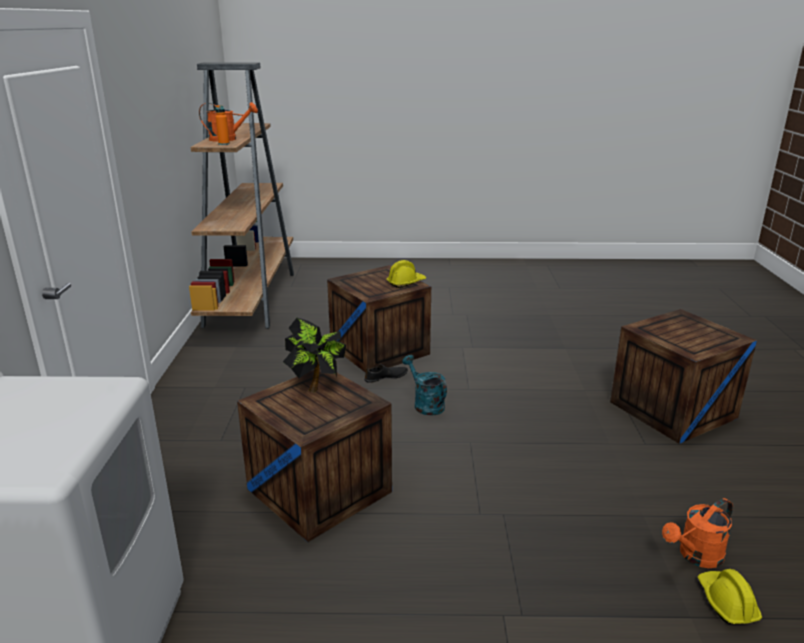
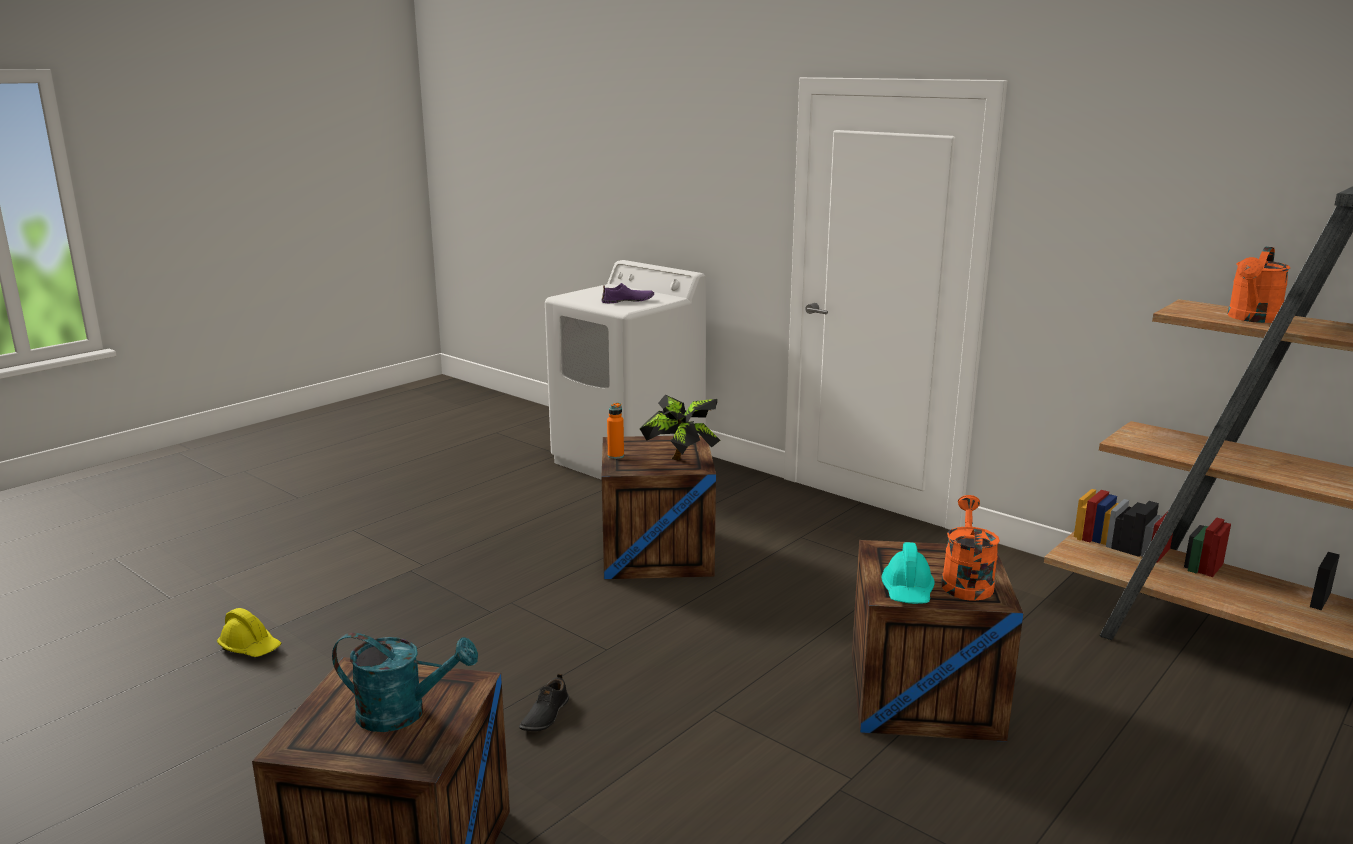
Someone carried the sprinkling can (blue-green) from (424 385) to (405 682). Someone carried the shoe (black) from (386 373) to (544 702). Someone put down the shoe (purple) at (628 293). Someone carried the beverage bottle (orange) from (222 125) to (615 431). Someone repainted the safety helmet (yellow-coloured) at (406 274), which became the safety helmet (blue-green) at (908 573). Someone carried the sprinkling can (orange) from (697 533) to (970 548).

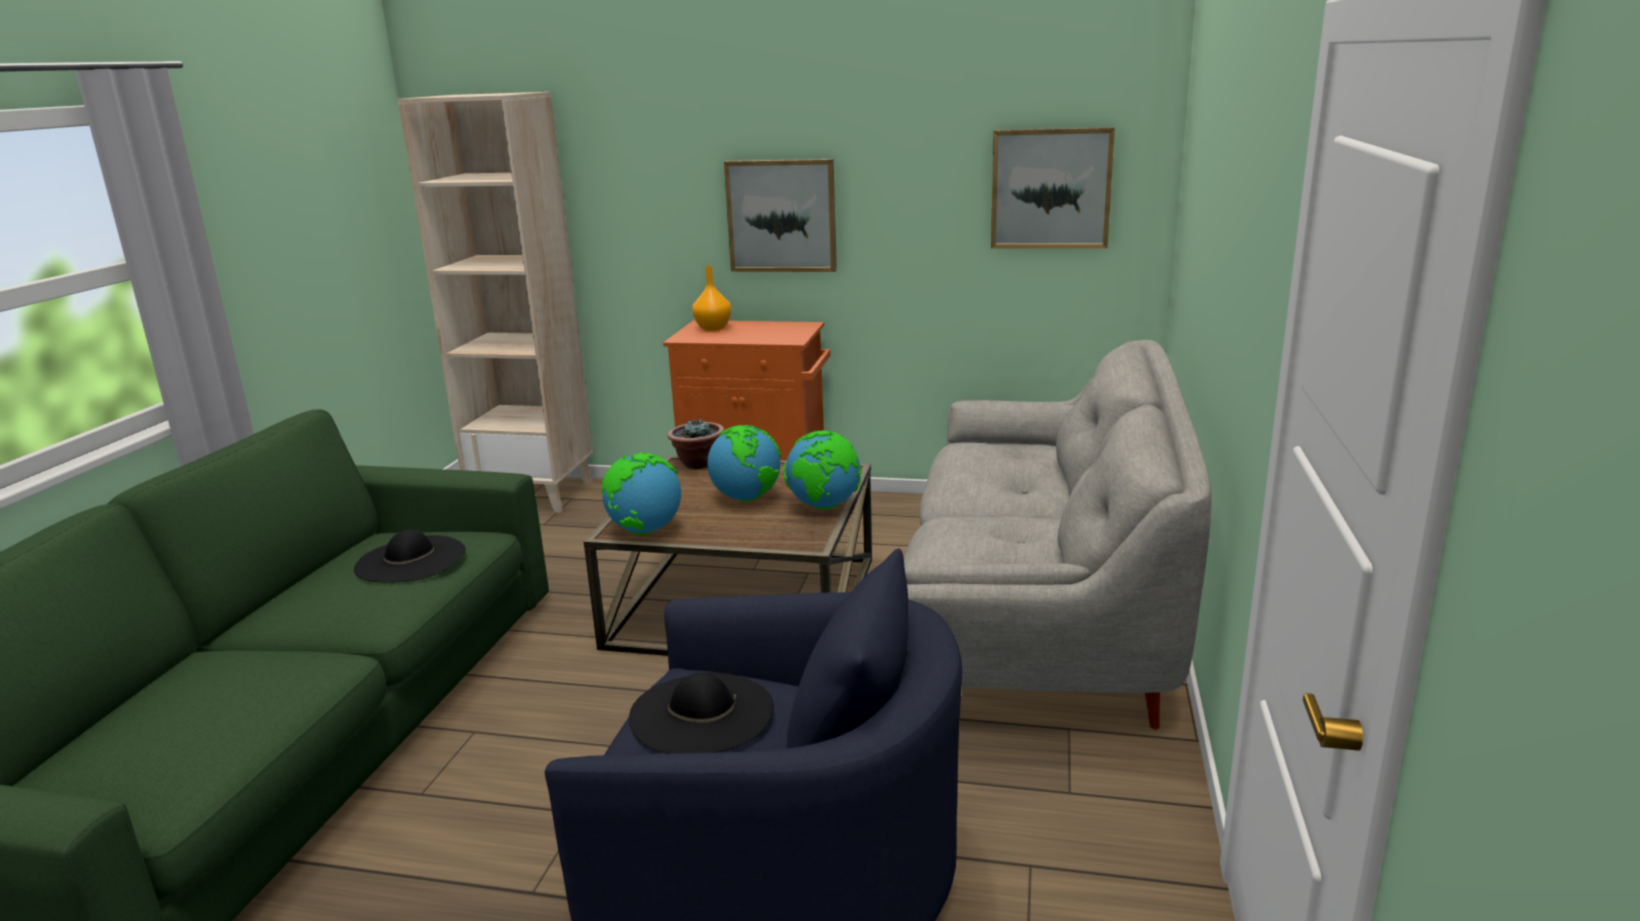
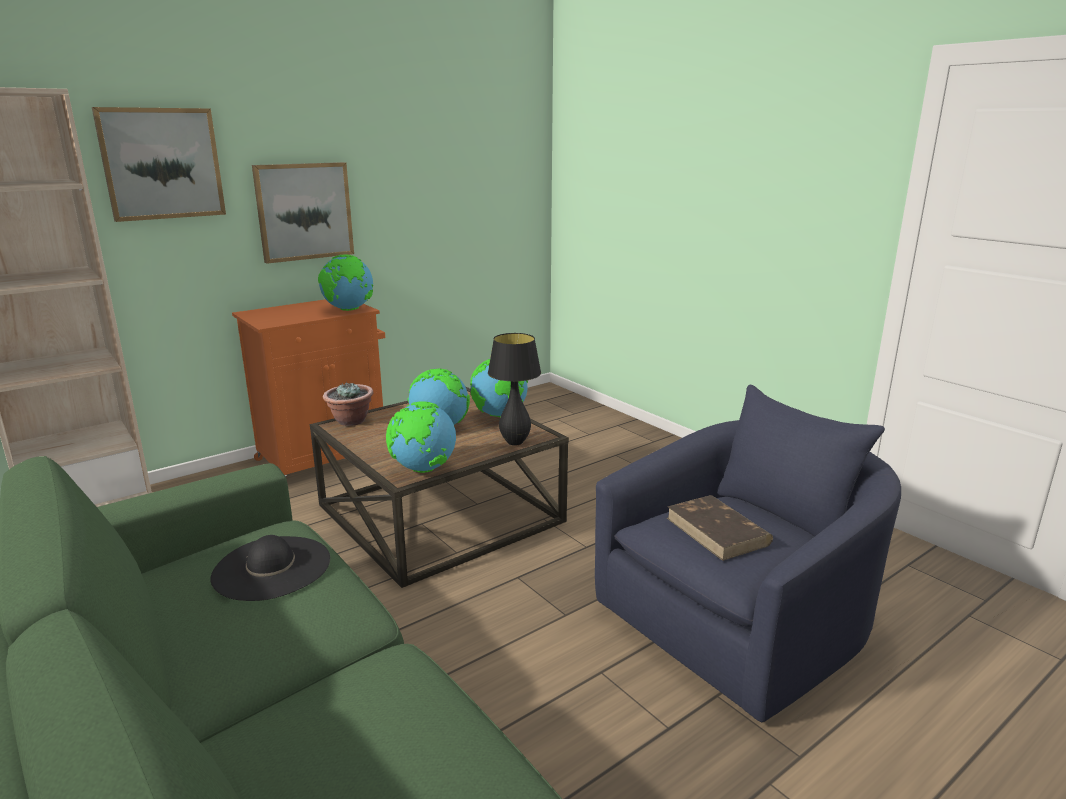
Someone carried the picture from (1053 188) to (159 164). Someone put down the globe at (346 283). Someone put down the tabletop lamp (black) at (514 389). Someone swapped the hat (black) at (701 713) for the volume (brownish) at (720 528). Someone took away the decorative vase (orange) at (711 298). Someone took away the couch (grey) at (1058 534).

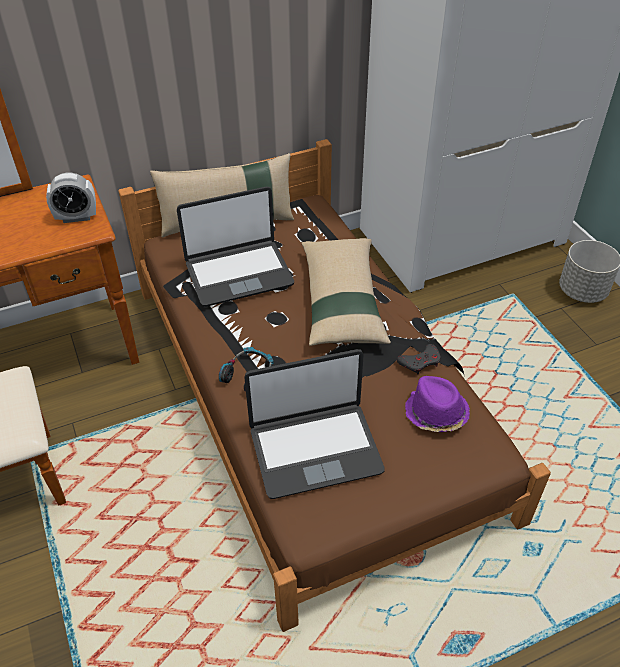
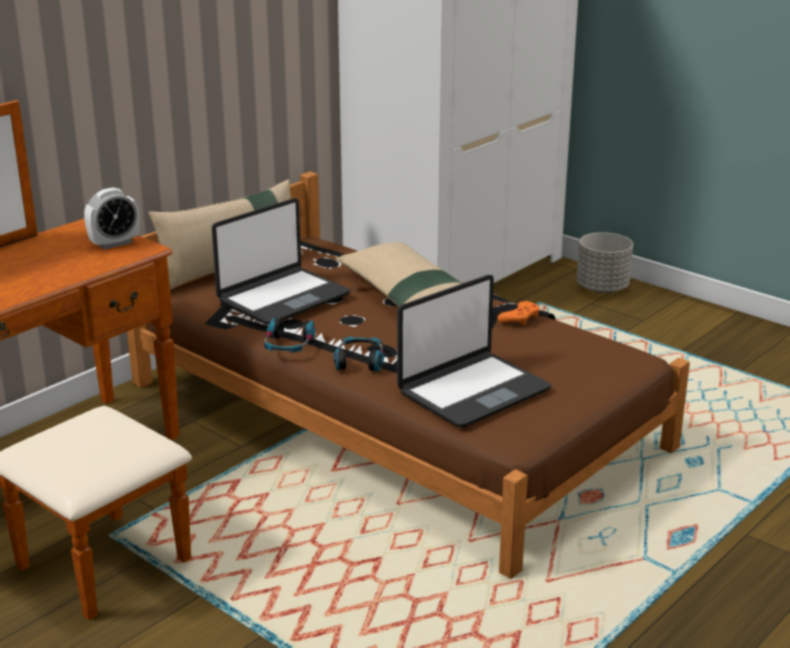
Someone put down the pair of headphones at (289 335). Someone repainted the gamepad (grey) at (419 359), which became the gamepad (orange) at (518 313). Someone took away the hat (purple) at (437 404).

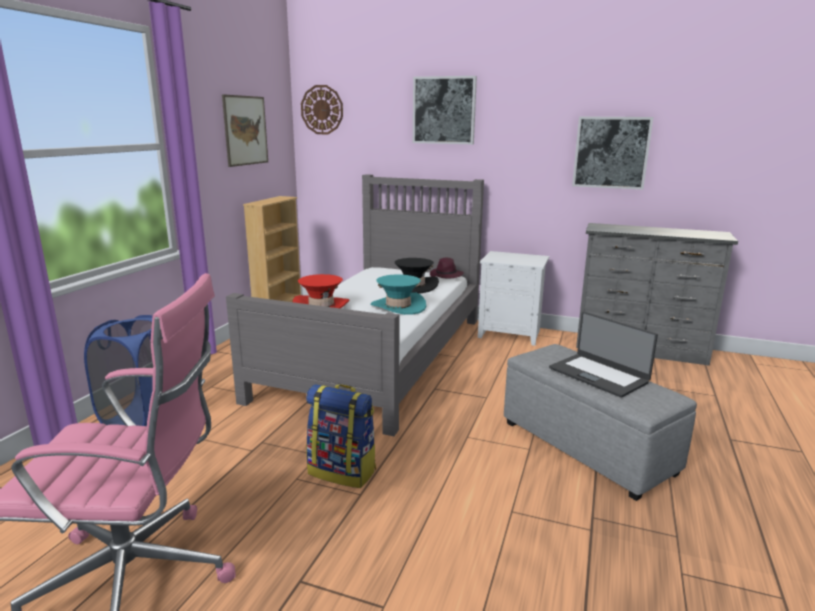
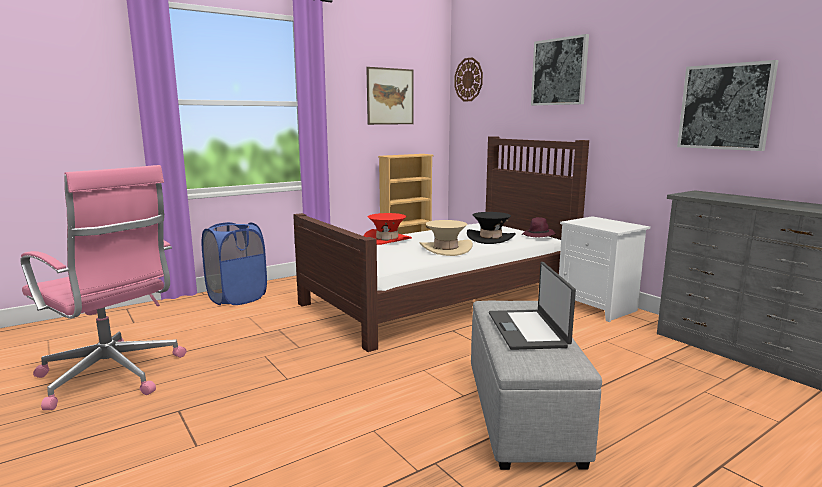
Someone repainted the sleeping bed (grey) at (355 305), which became the sleeping bed (brownish) at (441 244). Someone repainted the hat (blue-green) at (398 294), which became the hat (sand-coloured) at (446 238). Someone took away the rucksack at (341 436).

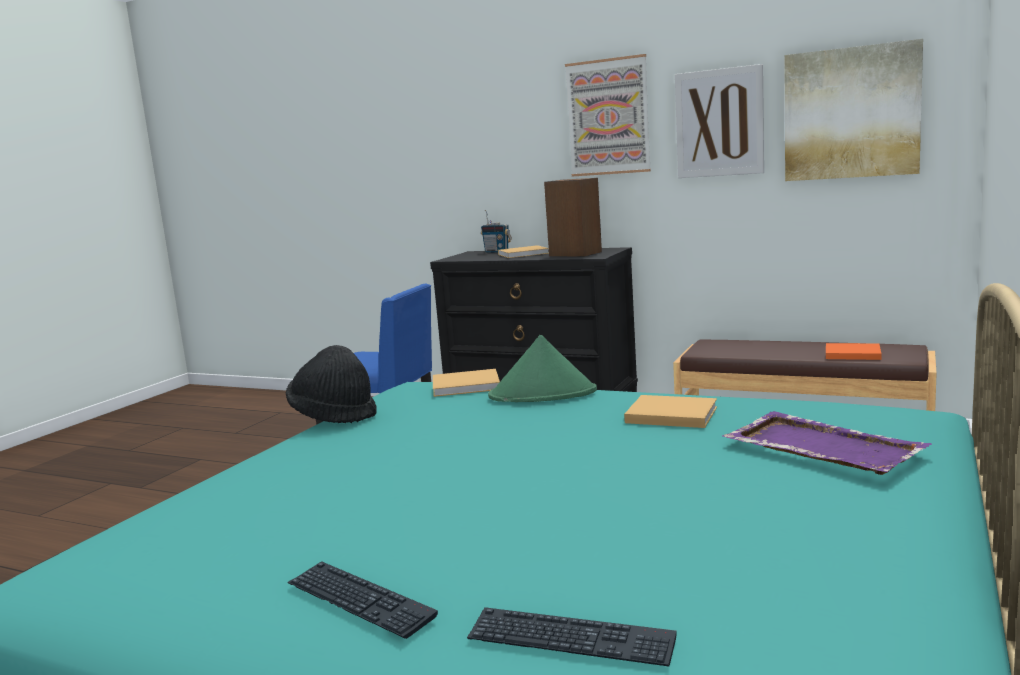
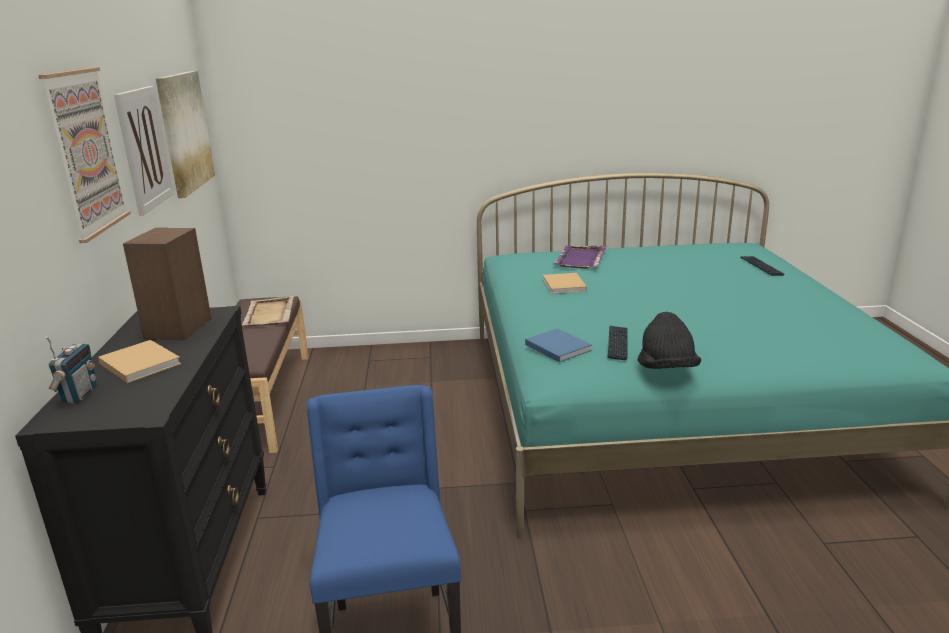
Someone swapped the volume (orange) at (854 351) for the serving tray (sand-coloured) at (268 311). Someone repainted the volume (sand-coloured) at (466 383), which became the volume (blue-coloured) at (558 345). Someone carried the PC keyboard from (363 600) to (618 343). Someone took away the hat (green-coloured) at (542 368).

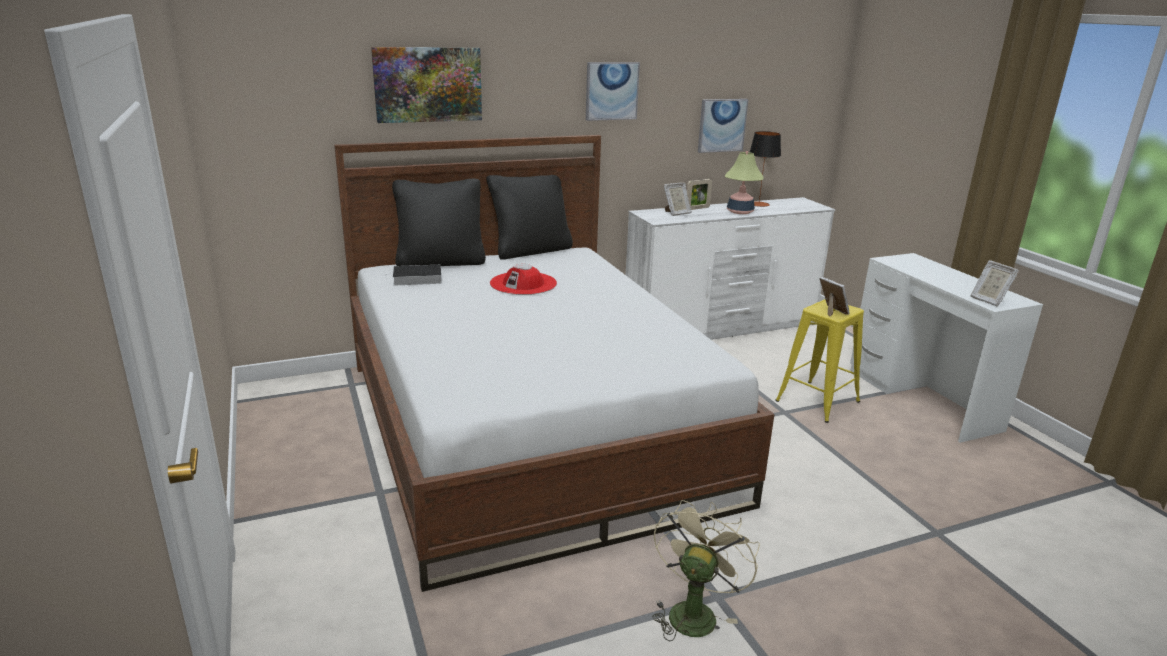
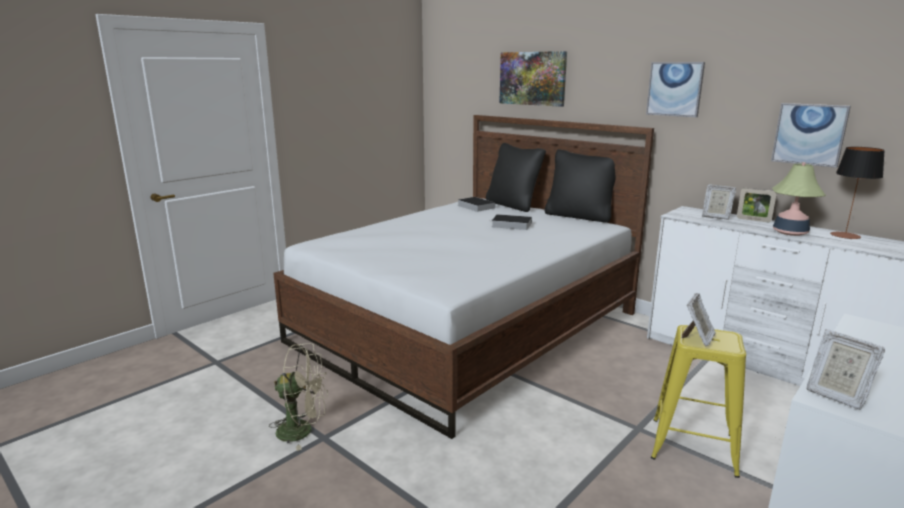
Someone swapped the hat (red) at (523 279) for the volume at (510 222). Someone rotated the photo frame at (995 283) by 75 degrees counterclockwise.

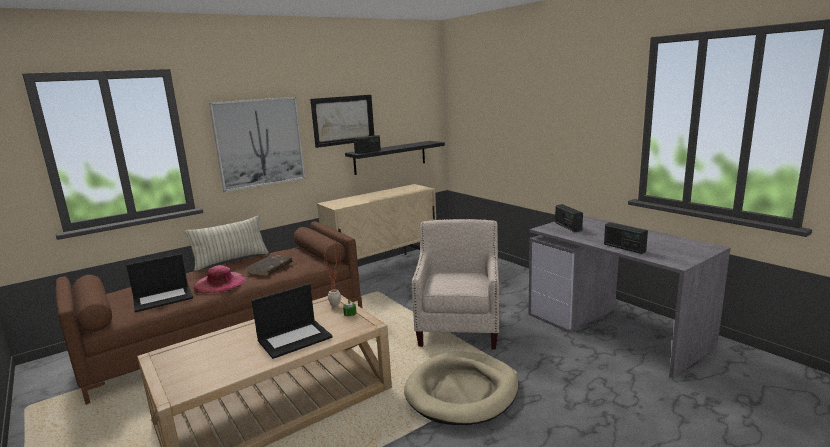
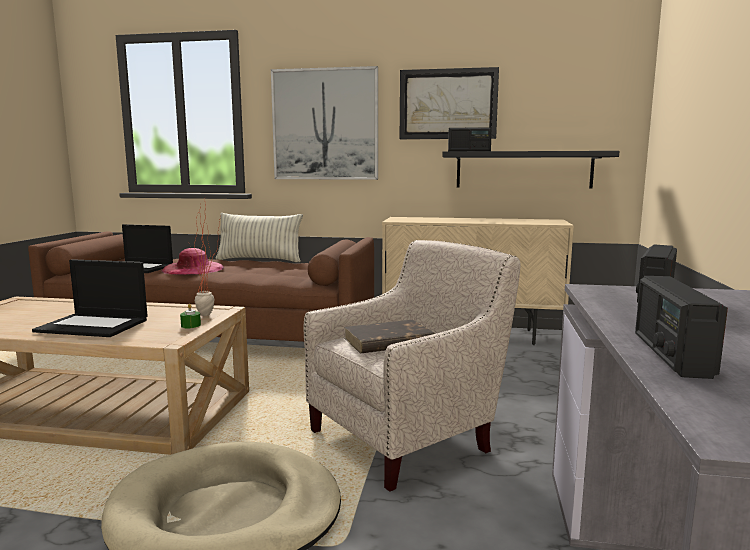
Someone carried the volume (brownish) from (269 265) to (389 336).

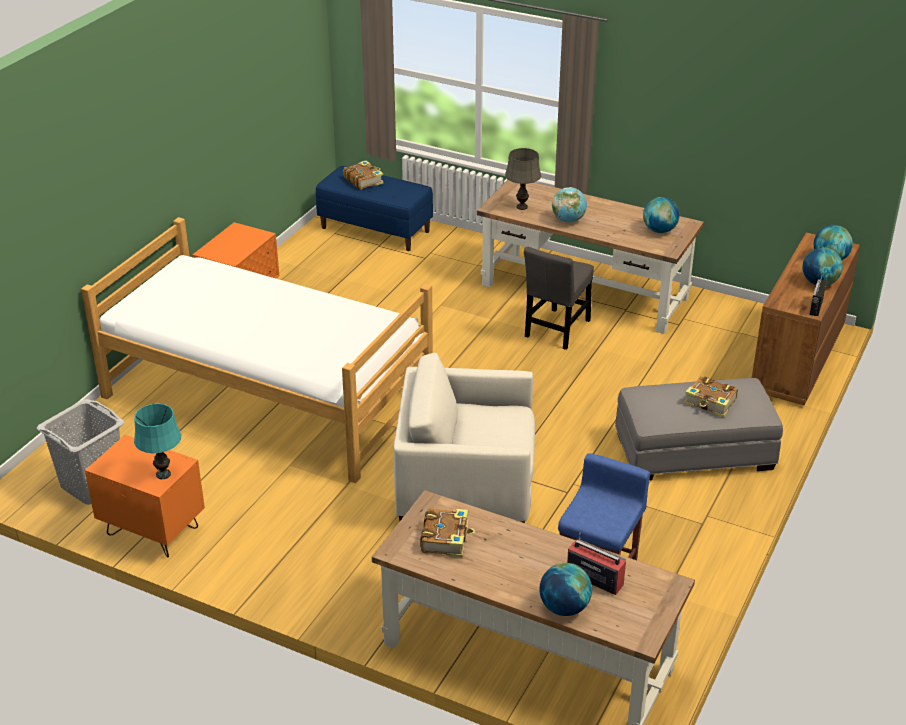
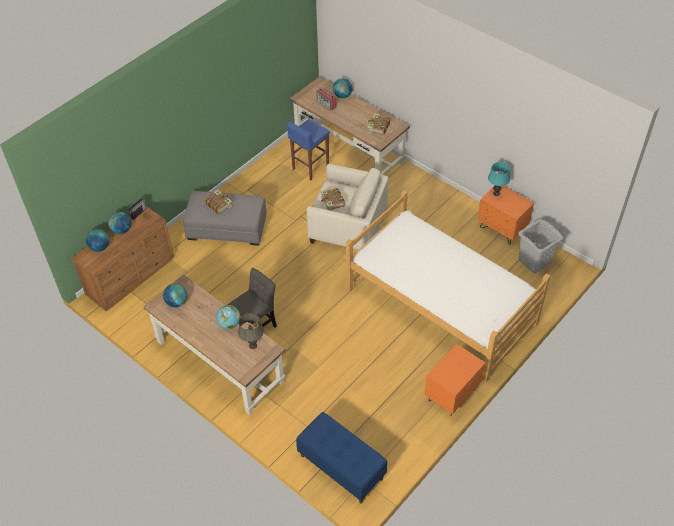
Someone carried the volume from (364 174) to (332 199).

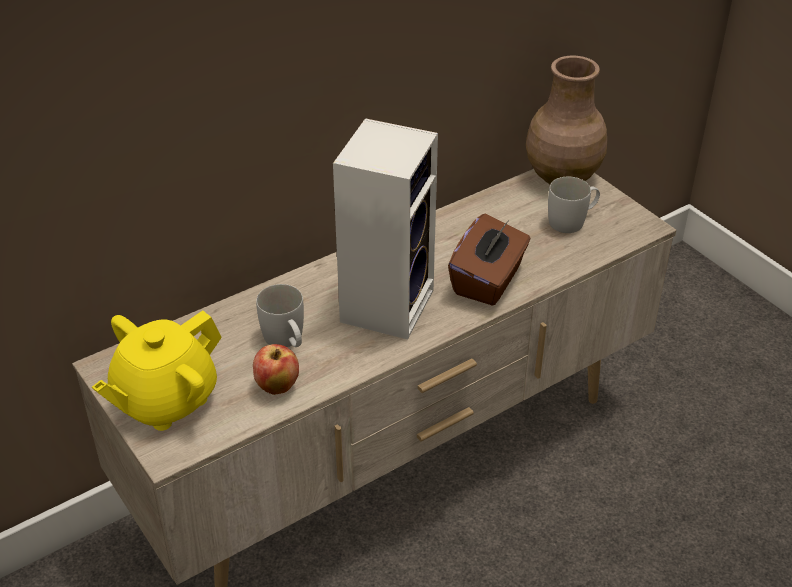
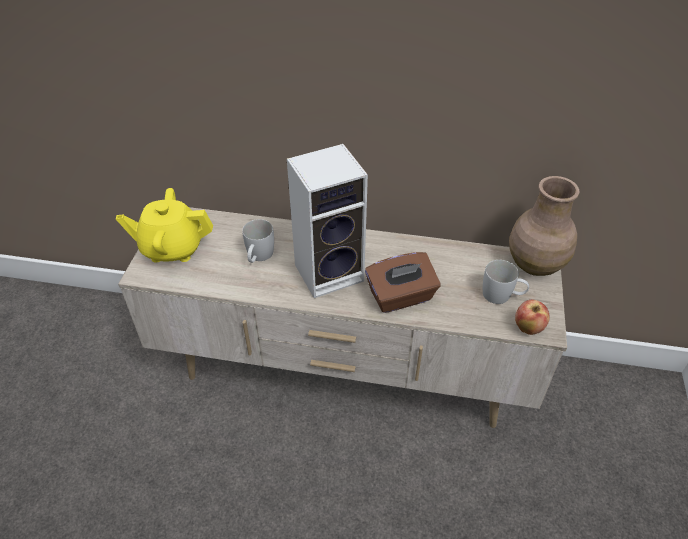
Someone carried the whole apple from (276 369) to (532 317).

